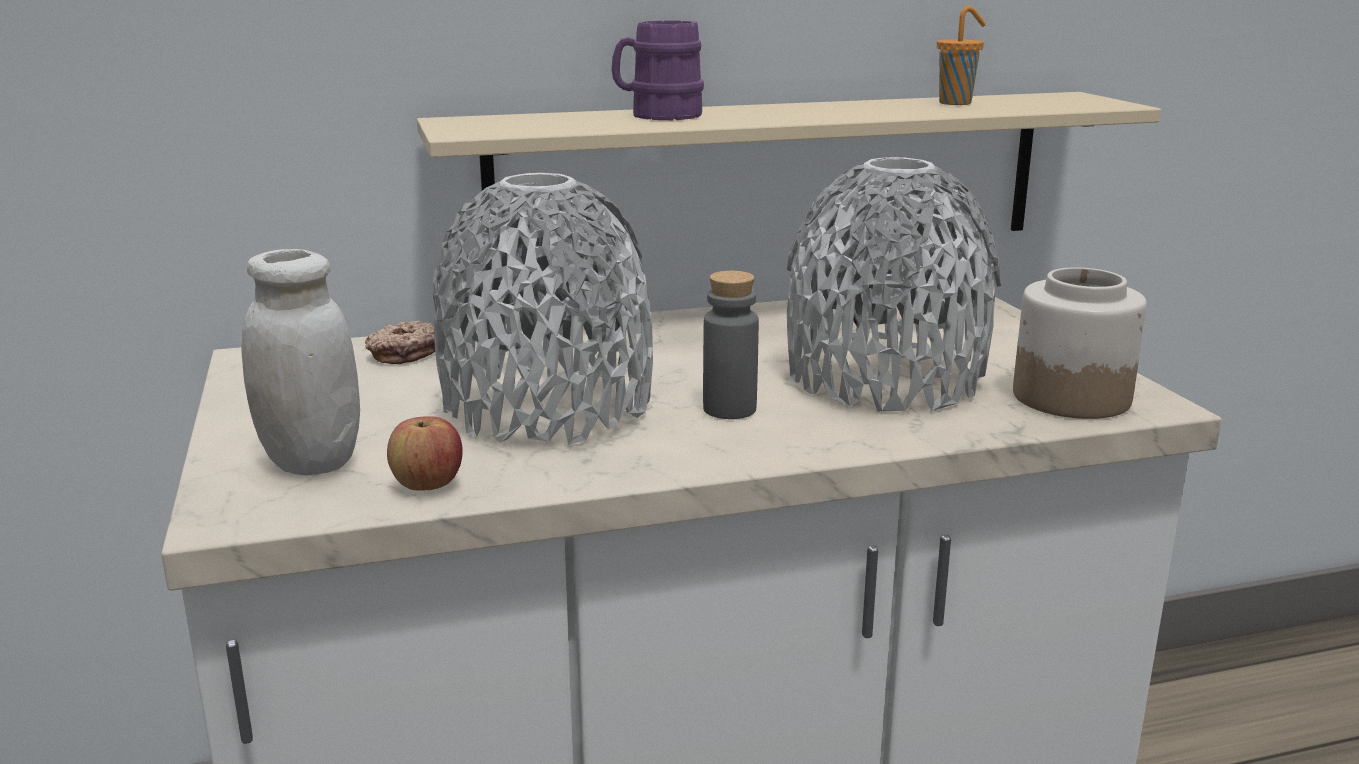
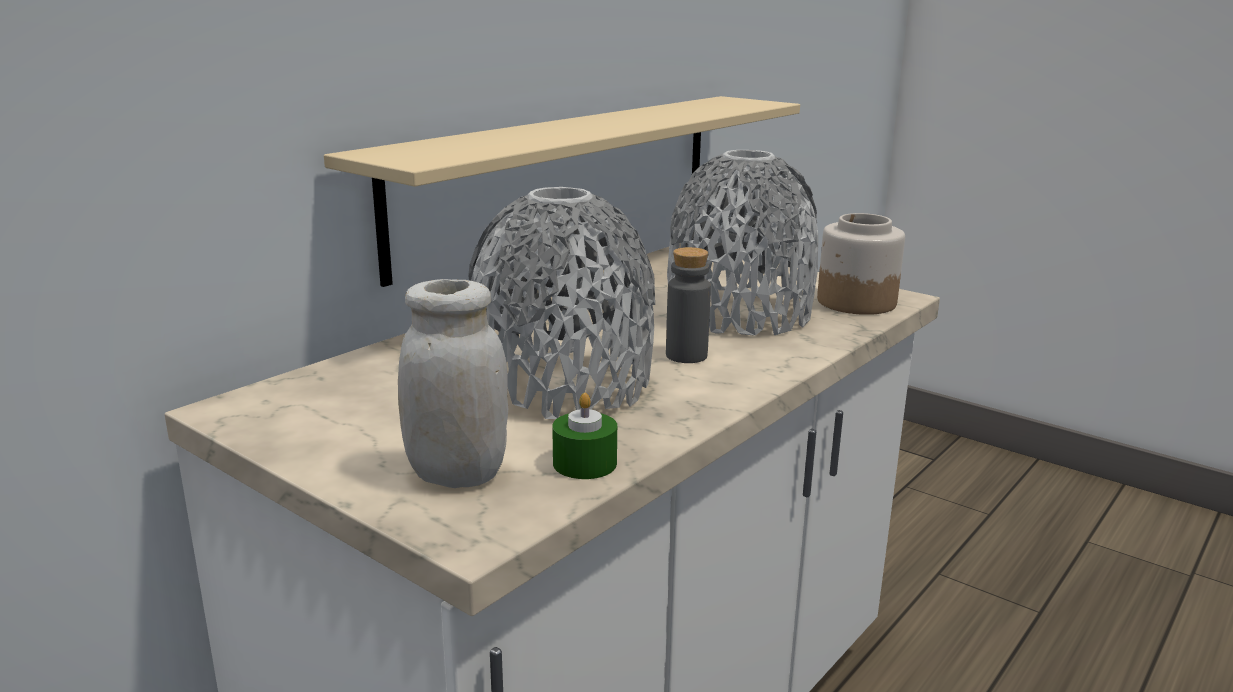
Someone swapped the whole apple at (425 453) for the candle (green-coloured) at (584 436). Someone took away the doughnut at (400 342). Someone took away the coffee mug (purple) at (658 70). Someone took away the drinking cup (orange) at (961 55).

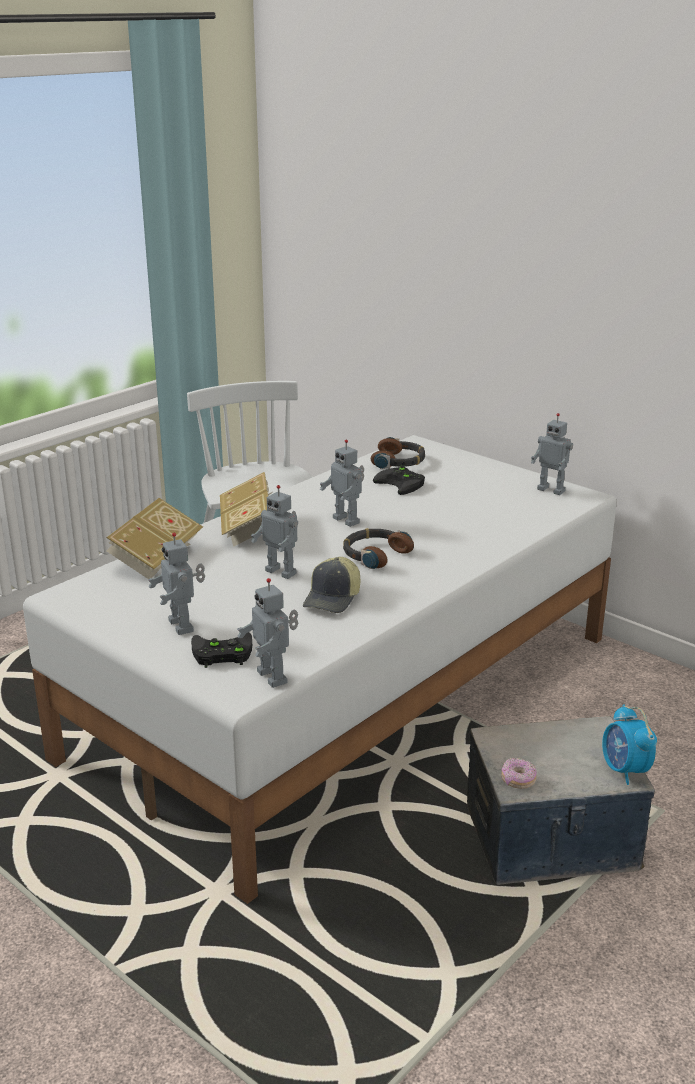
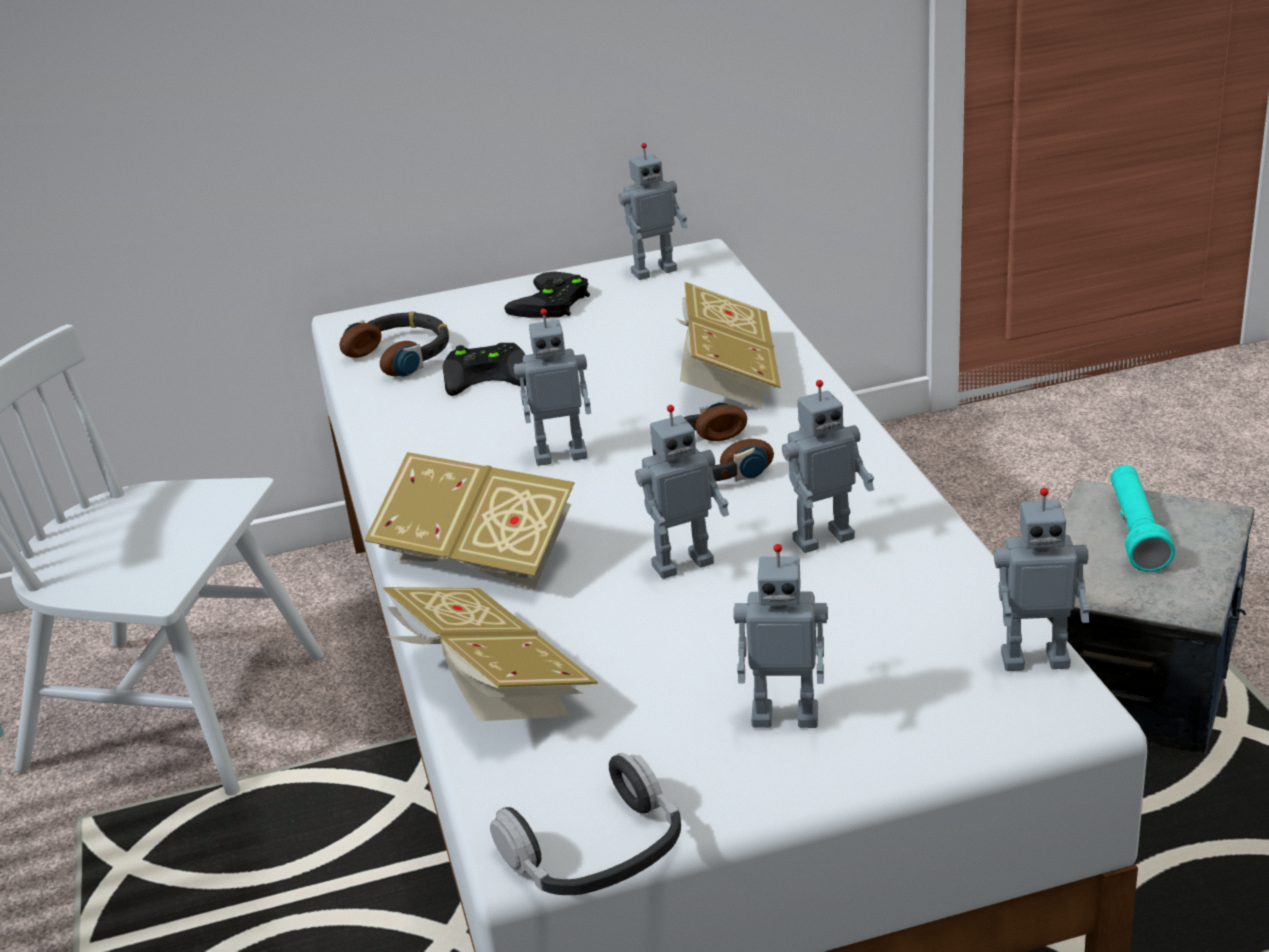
Someone put down the pair of headphones at (585 824). Someone carried the gamepad (black) from (221 650) to (547 294). Someone put down the volume at (728 346). Someone swapped the baseball cap at (331 585) for the model robot at (828 466). Someone put down the flashlight (blue-green) at (1143 518). Someone took away the doughnut at (519 773). Someone took away the table clock at (629 745).

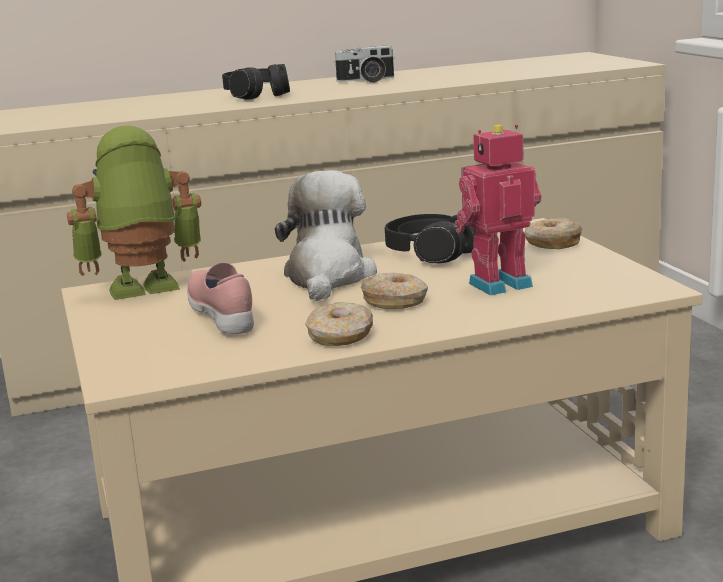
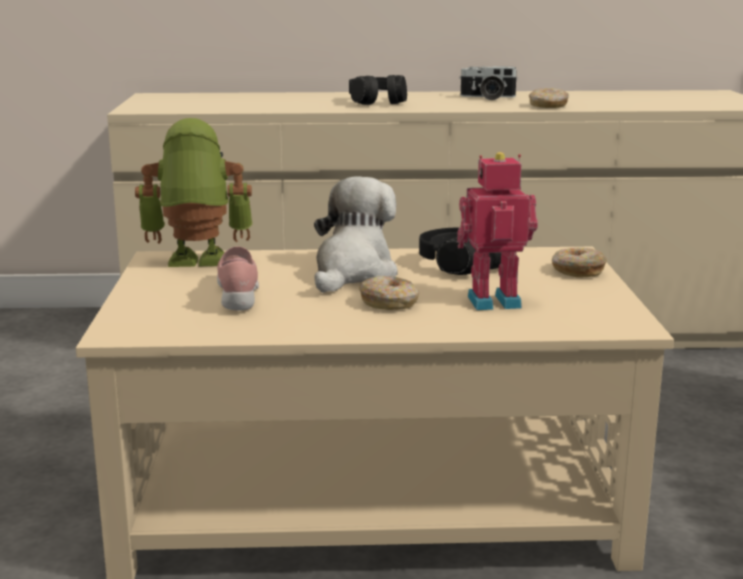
Someone carried the doughnut from (339 324) to (549 98).

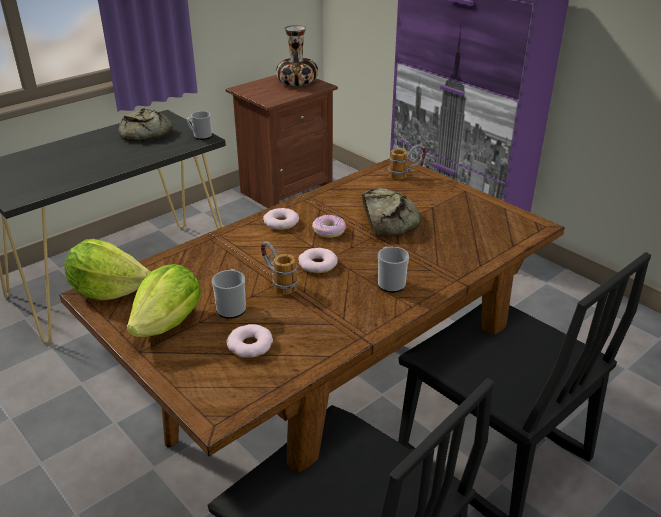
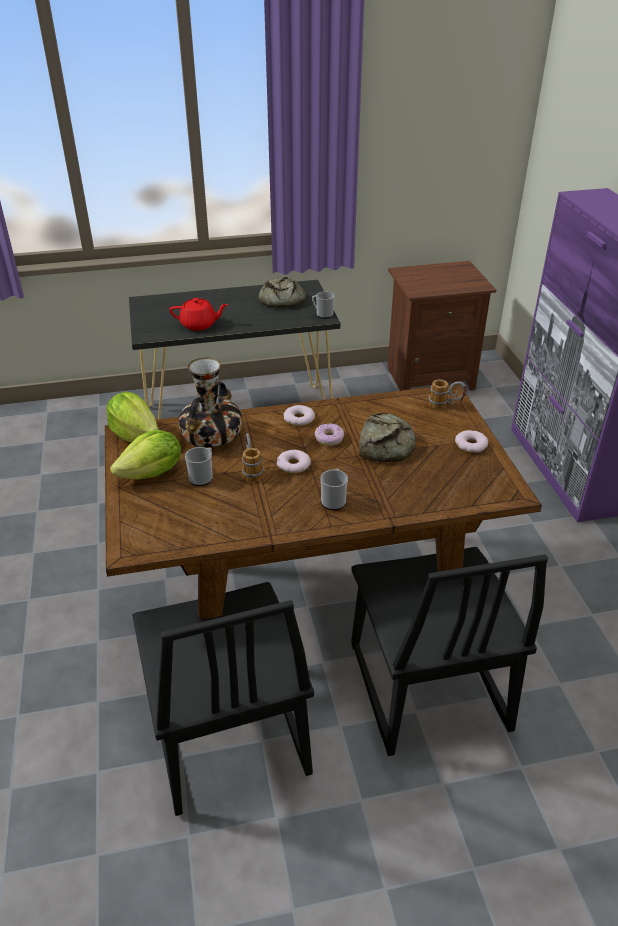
Someone put down the tea pot (red) at (198 314). Someone carried the decorative vase from (297 56) to (210 402). Someone carried the doughnut from (249 341) to (471 441).

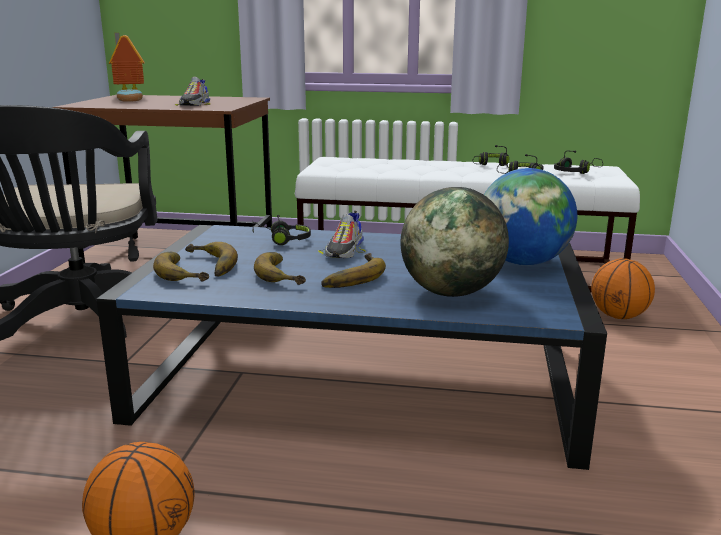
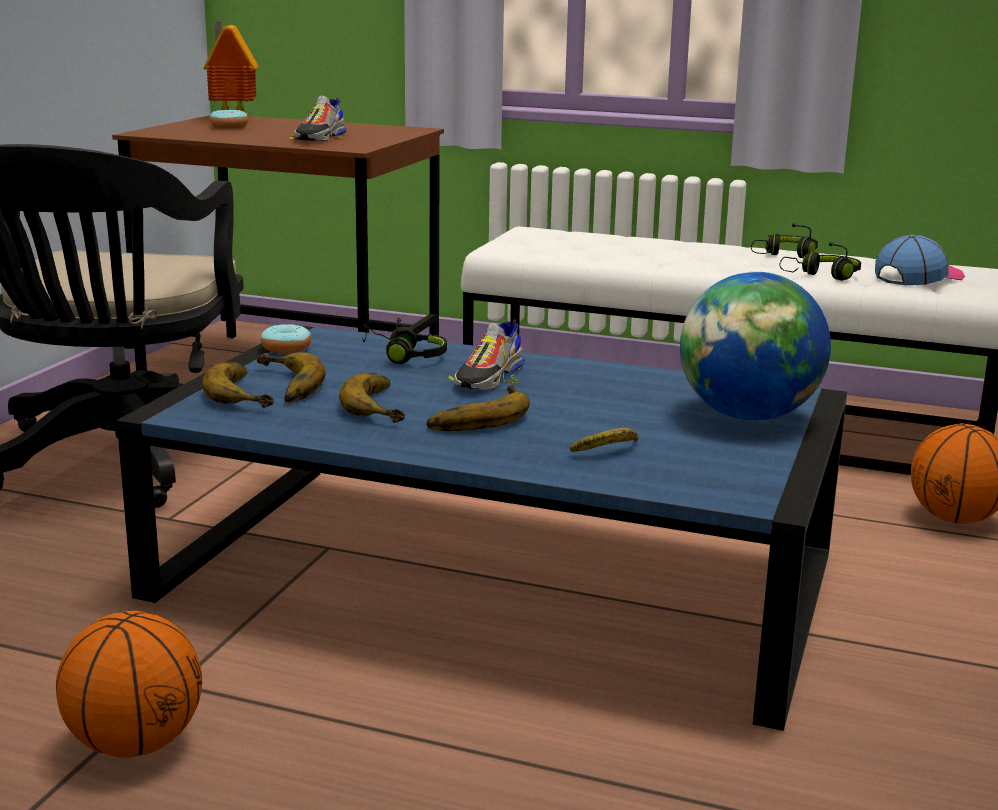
Someone put down the doughnut at (286 338). Someone swapped the globe at (454 242) for the whole banana at (604 440). Someone swapped the pair of headphones (black) at (578 162) for the baseball cap at (920 260).

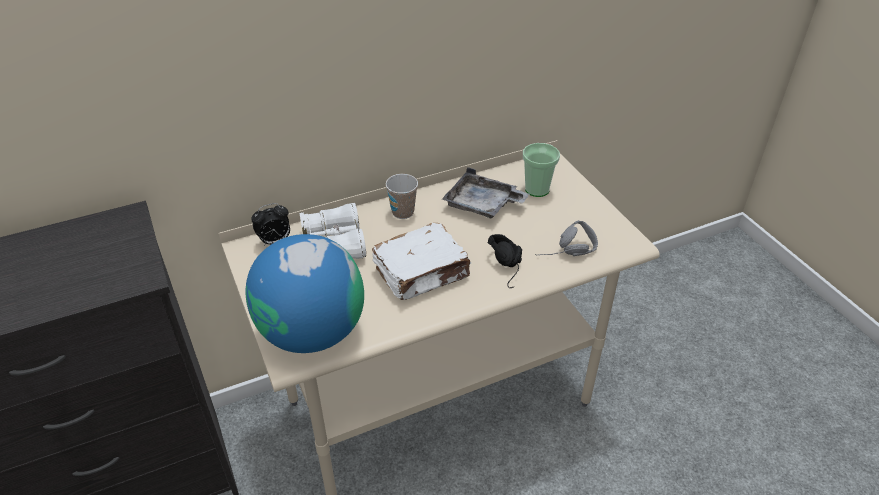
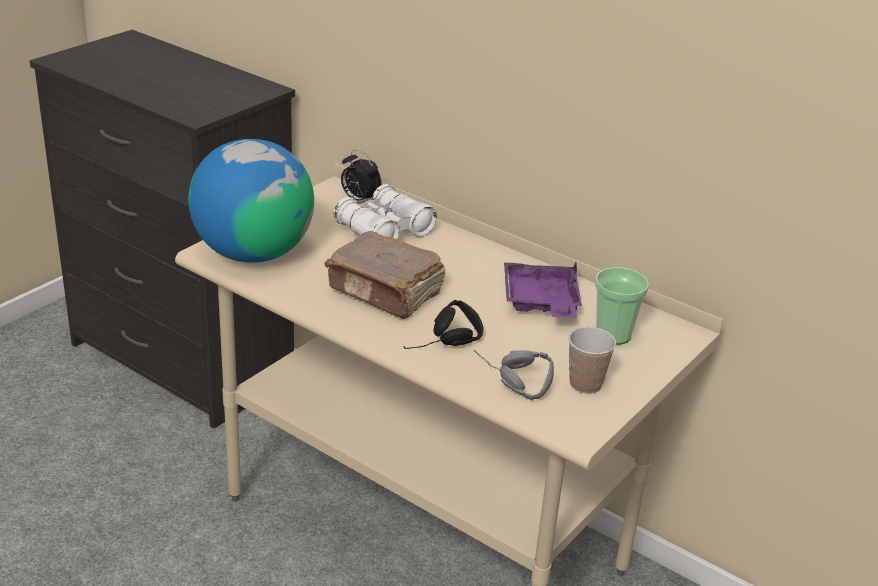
Someone repainted the volume (whitish) at (421 261), which became the volume (brownish) at (384 275). Someone repainted the serving tray (grey) at (485 192), which became the serving tray (purple) at (543 290). Someone carried the drinking cup from (402 196) to (592 360).

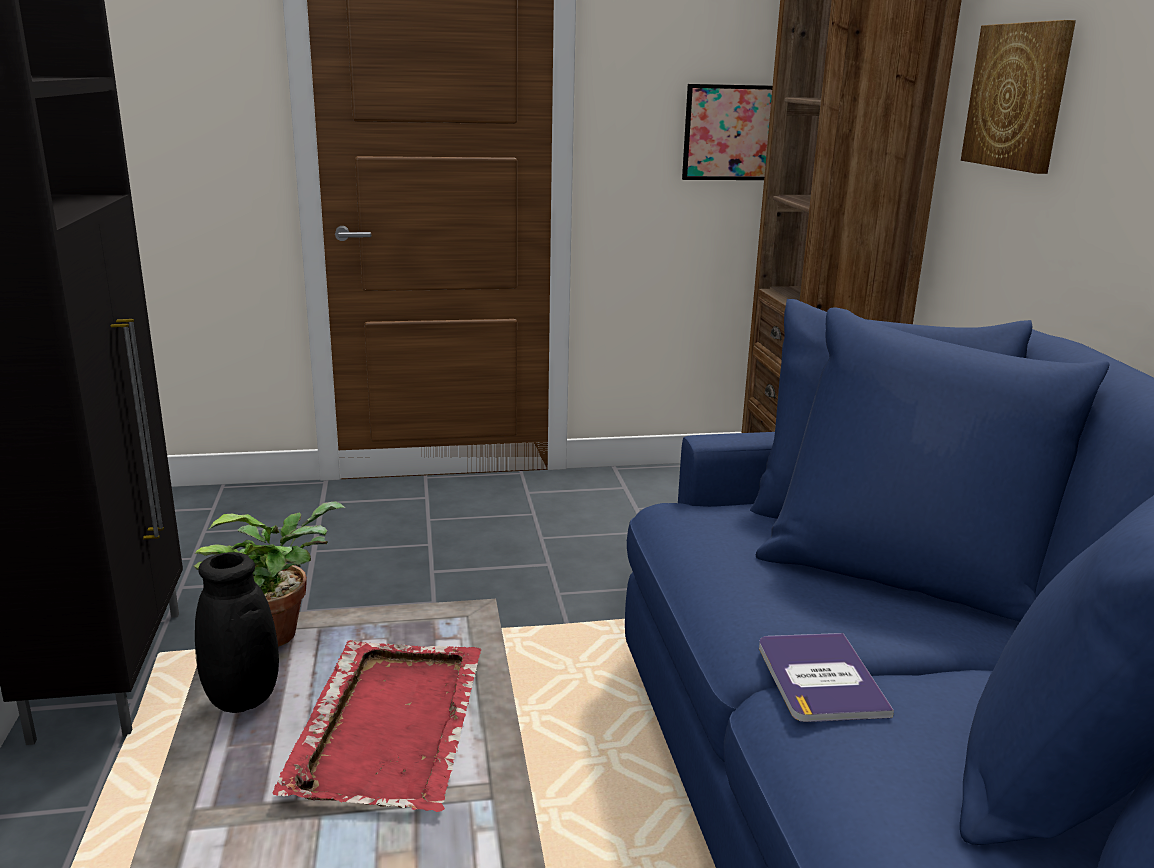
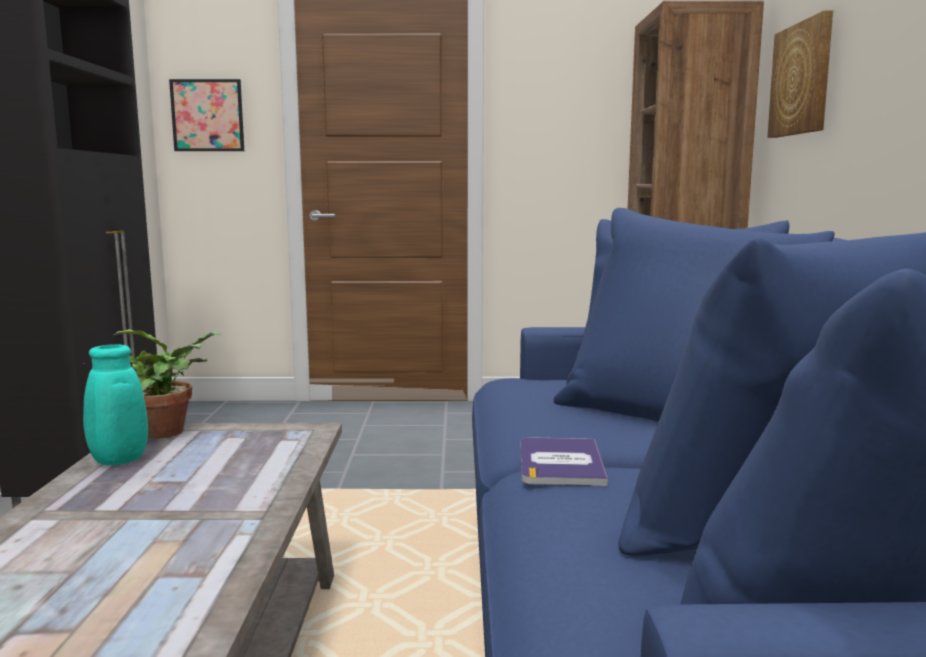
Someone repainted the decorative vase (black) at (237 632), which became the decorative vase (blue-green) at (115 404). Someone carried the picture from (727 132) to (206 115). Someone took away the serving tray (red) at (376 726).

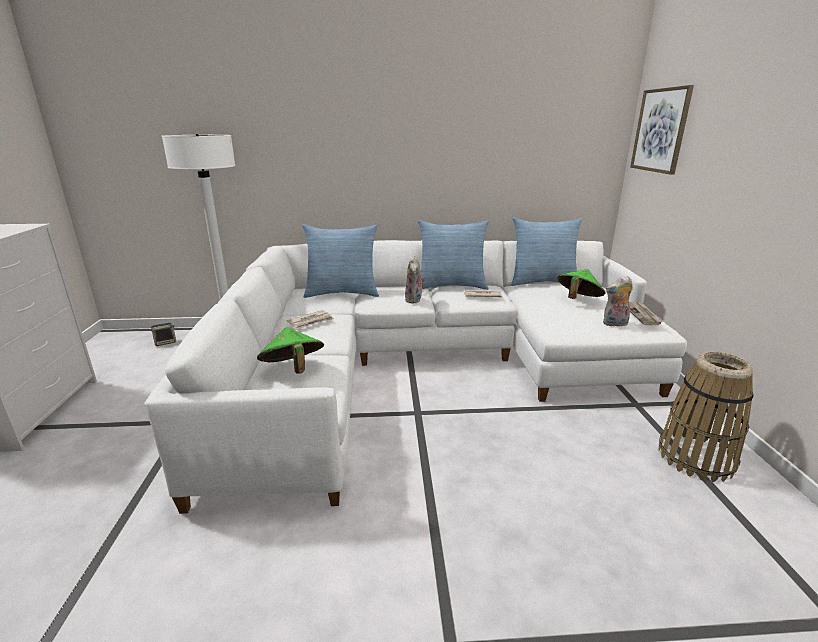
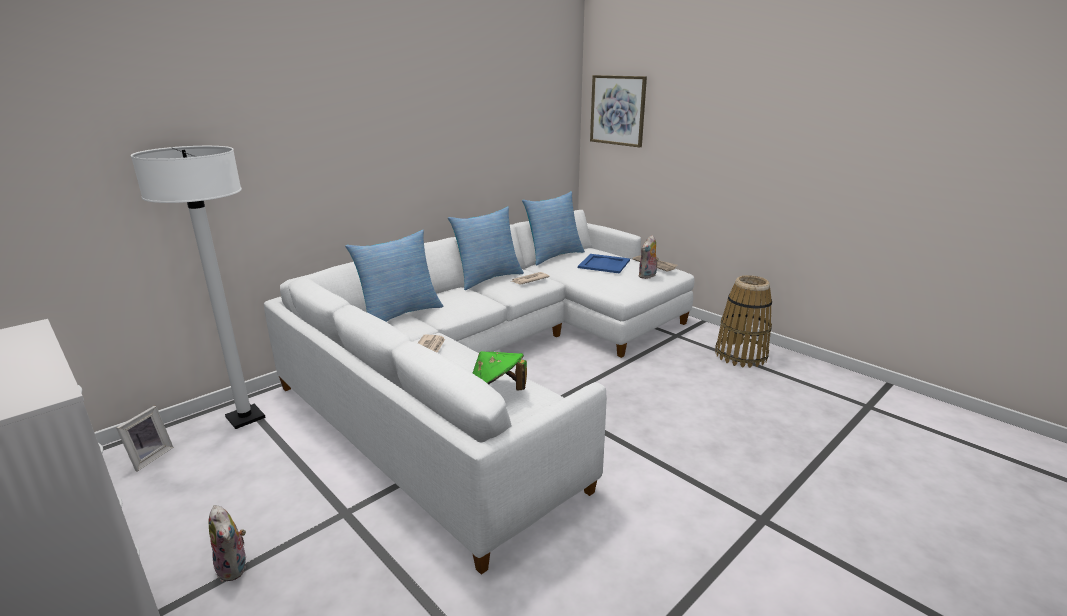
Someone swapped the audio speaker at (163 334) for the photo frame at (145 439). Someone carried the soft toy from (415 279) to (227 543). Someone swapped the hat (green-coloured) at (581 284) for the serving tray (blue-coloured) at (604 264).

